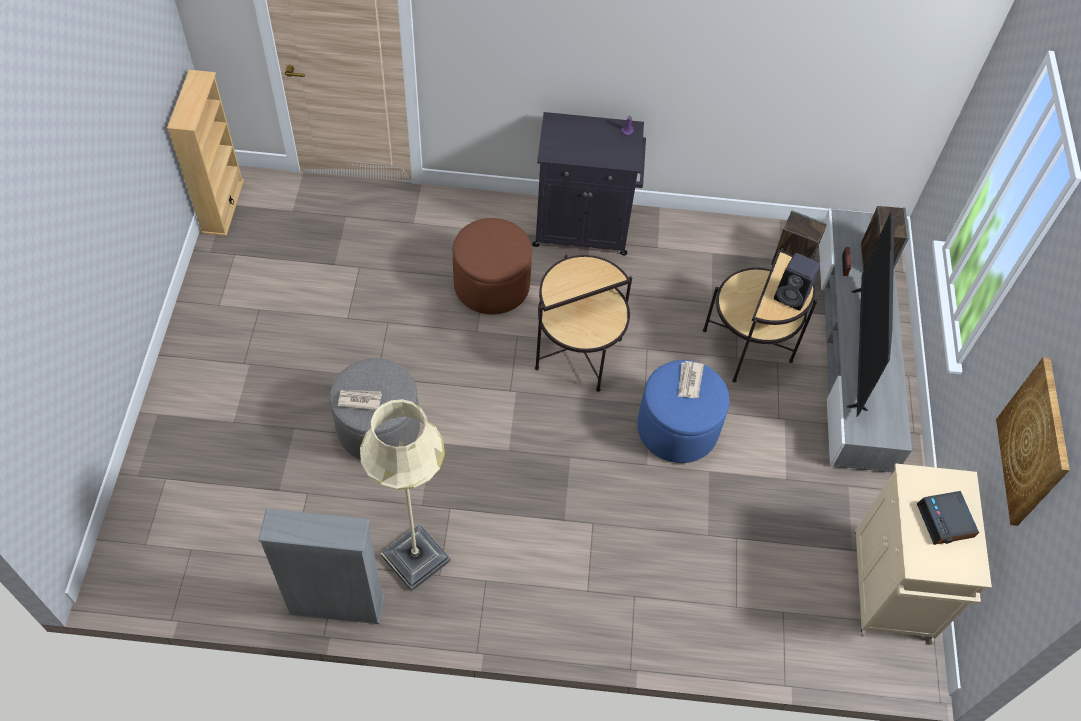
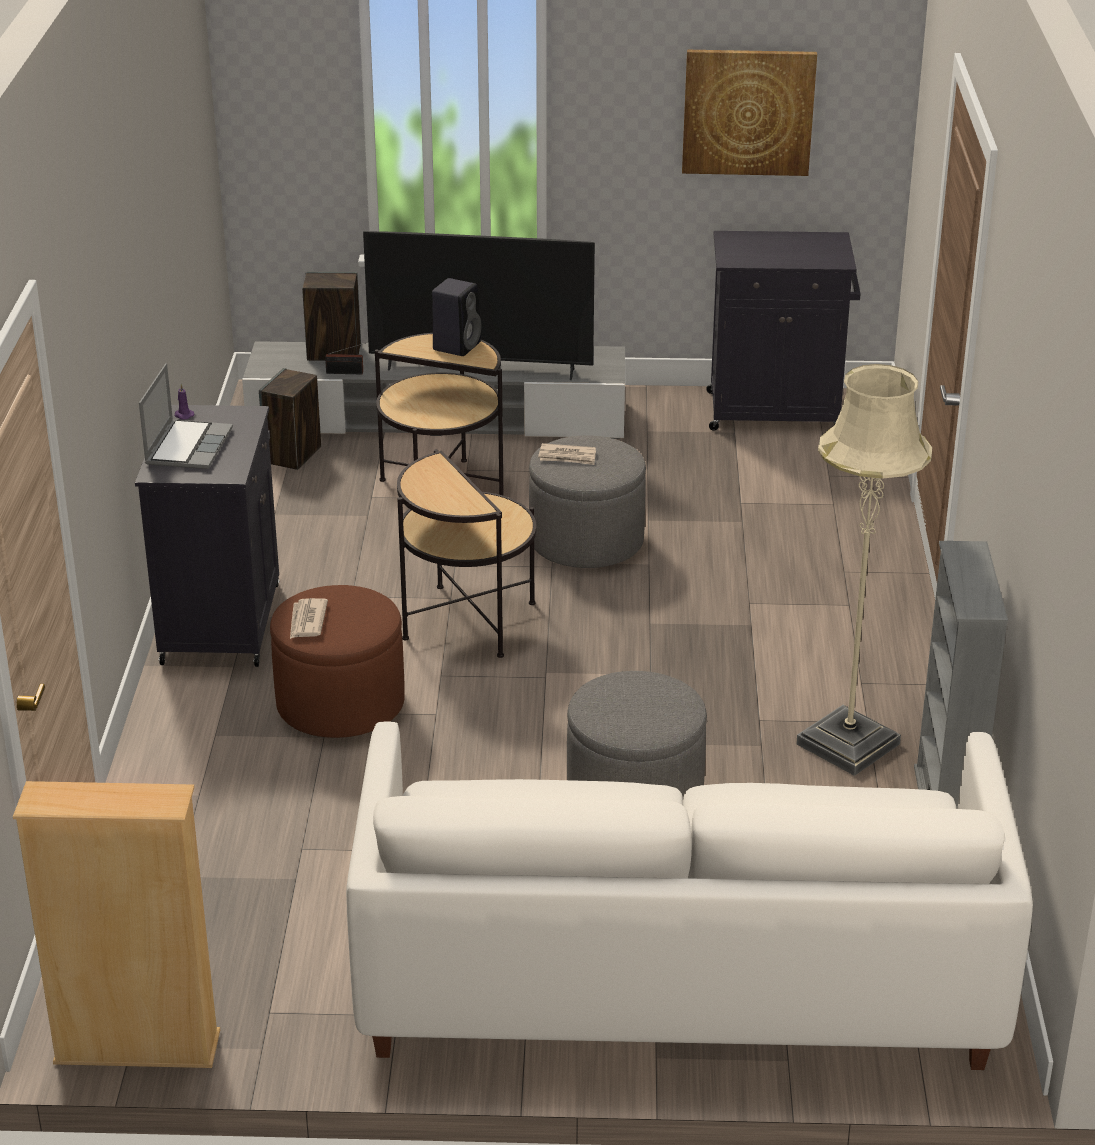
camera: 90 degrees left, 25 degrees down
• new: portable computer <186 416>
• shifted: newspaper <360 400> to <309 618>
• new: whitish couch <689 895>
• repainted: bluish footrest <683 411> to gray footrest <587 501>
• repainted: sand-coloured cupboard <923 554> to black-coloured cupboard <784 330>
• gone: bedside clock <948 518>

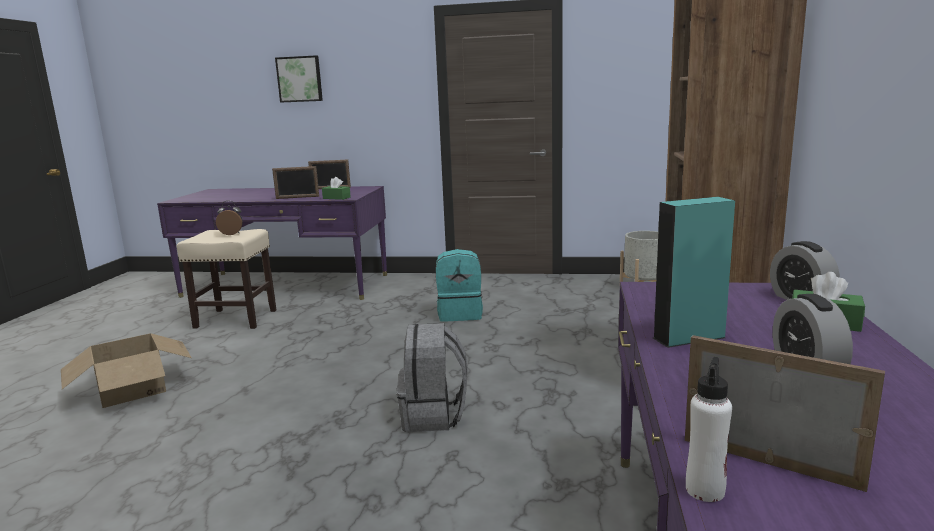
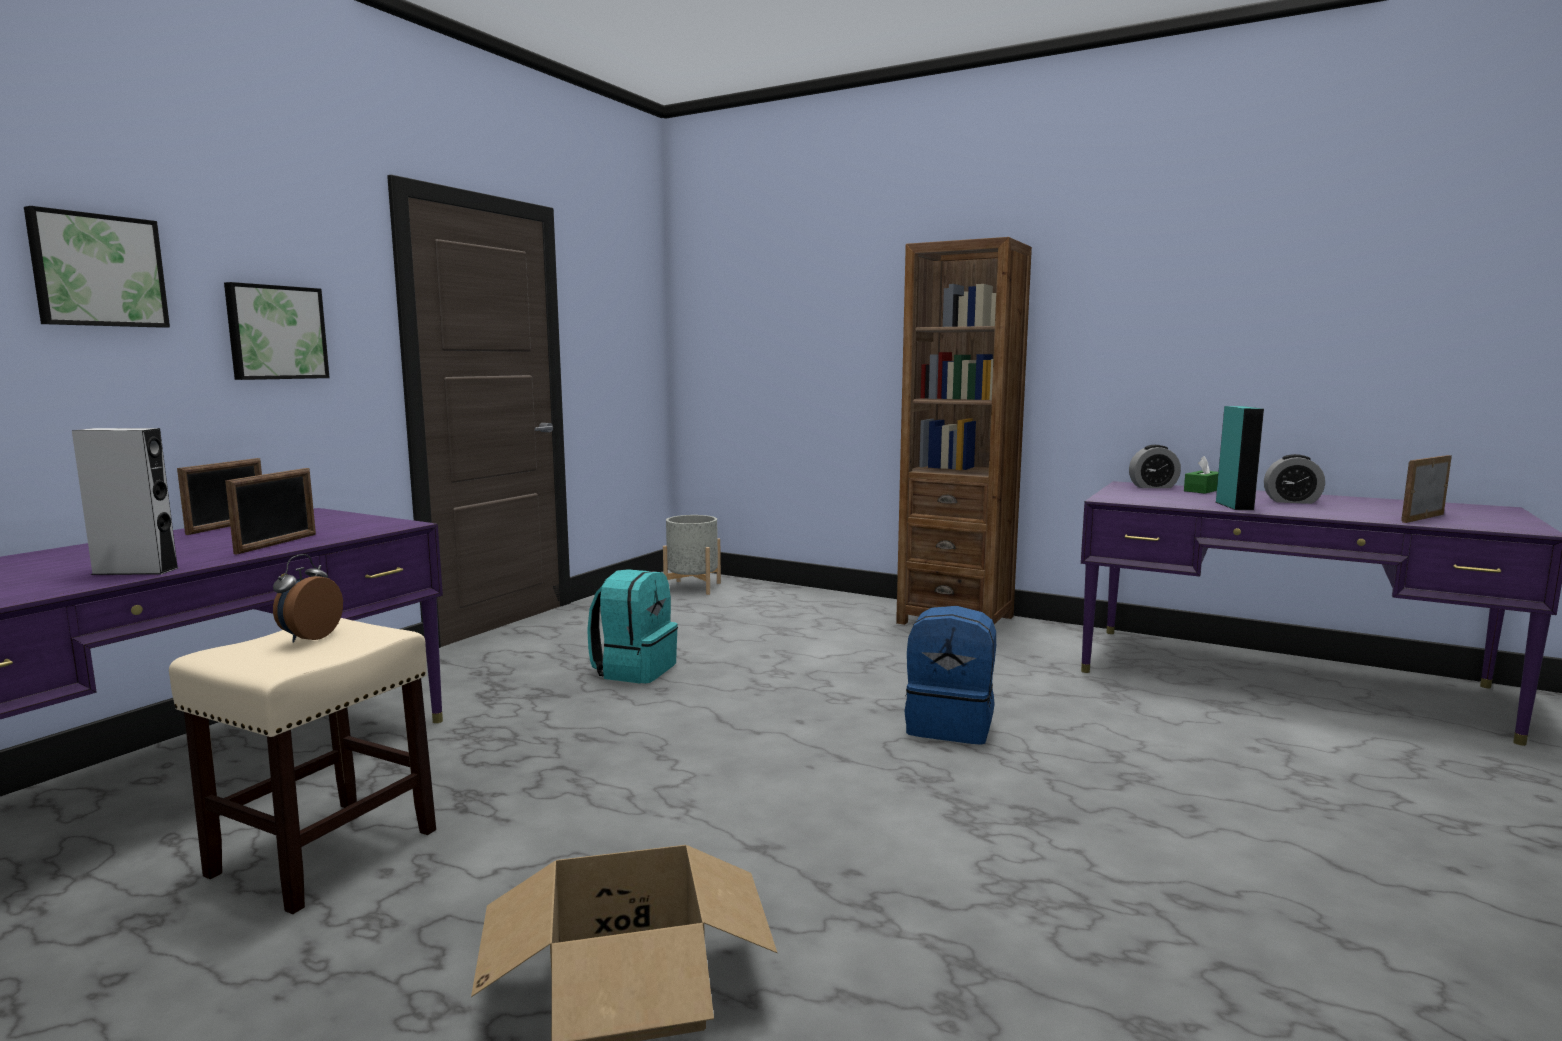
camera: 70 degrees left, 5 degrees down
• new: gray audio speaker <125 501>
• new: wall picture <277 331>
• repainted: gray rucksack <432 377> to bluish rucksack <950 675>
• gone: green-coloured tissue holder <336 188>
• gone: whitish drink bottle <709 429>

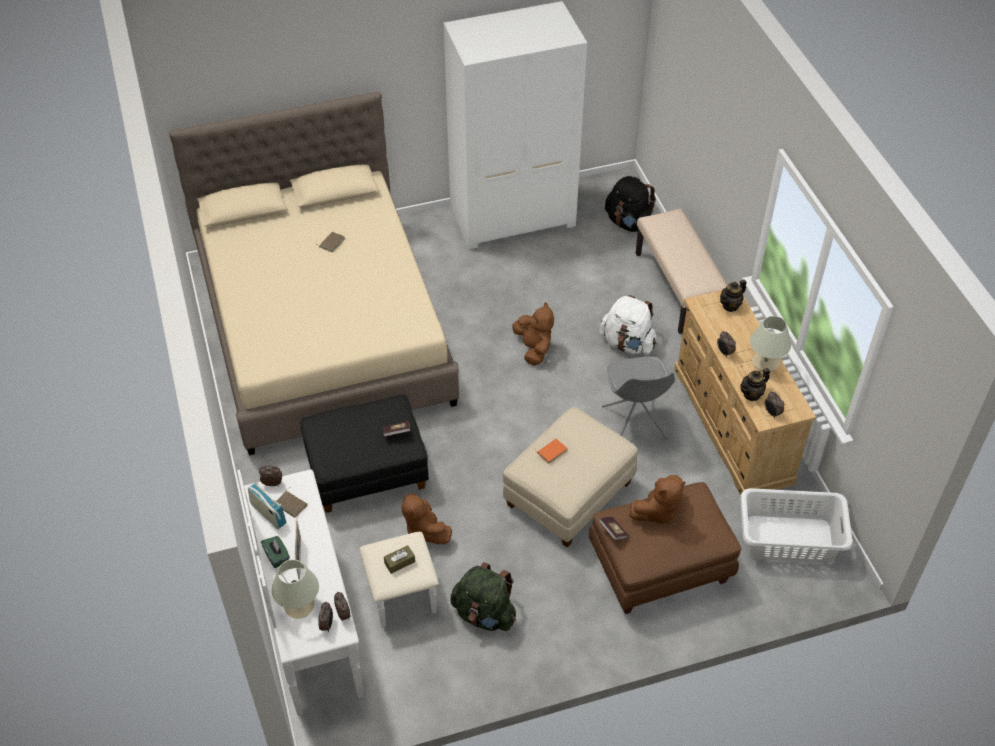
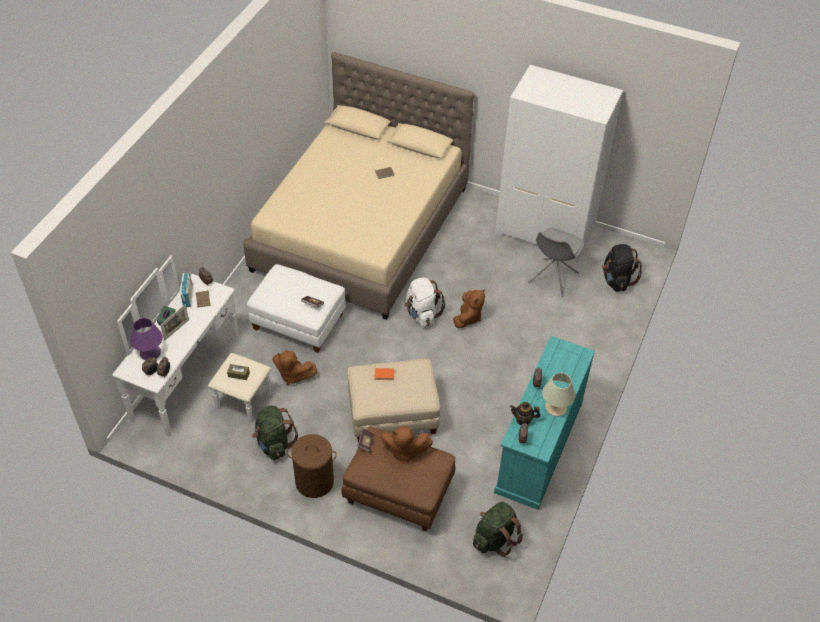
camera: 40 degrees right, 0 degrees up
• repainted: sand-coloured tabletop lamp <295 589> to purple-coloured tabletop lamp <146 339>
• repainted: black-coloured footrest <364 453> to whitish footrest <296 308>
• rotated: brownish plush toy <426 518> = <295 368> 75 degrees counterclockwise
• new: brownish washing basket <312 466>
• shifted: whitish rucksack <628 324> to <425 302>
• swapped: whitish washing basket <796 525> to green-coloured rucksack <498 529>
• repainted: sand-coloured chest of drawers <745 393> to blue-green chest of drawers <544 423>
• shifted: gray plain chair <638 398> to <556 262>
• gone: sand-coloured long seat <681 271>
• gone: teapot <733 295>

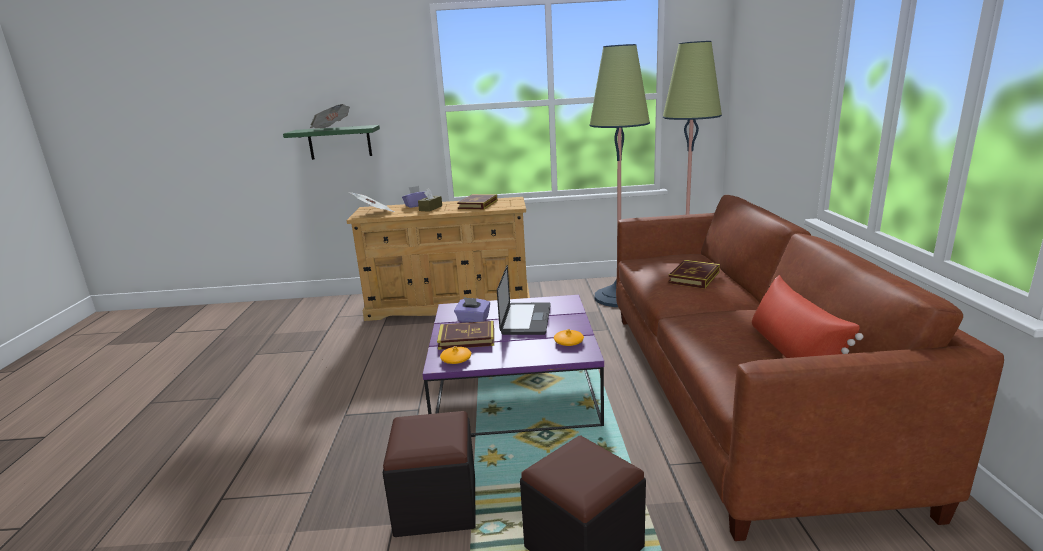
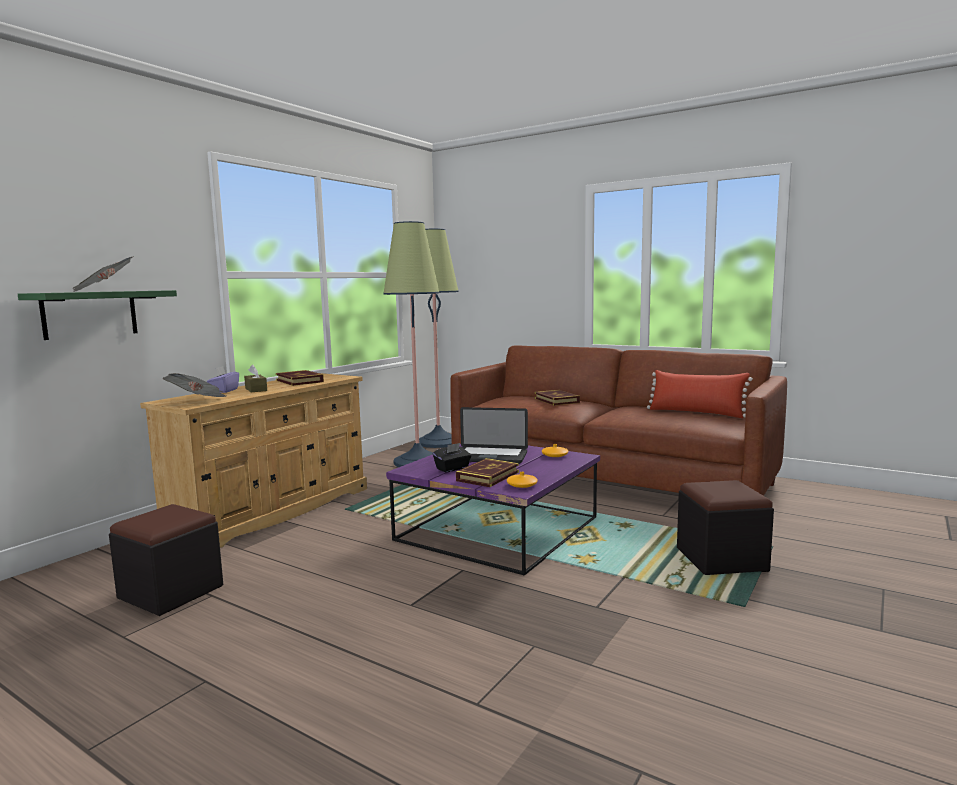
camera: 55 degrees left, 10 degrees down
• shifted: black-coloured footrest <429 474> to <166 560>
• repainted: purple-coloured tissue holder <472 309> to black-coloured tissue holder <452 457>
• rotated: portable computer <524 300> = <494 435> 150 degrees clockwise

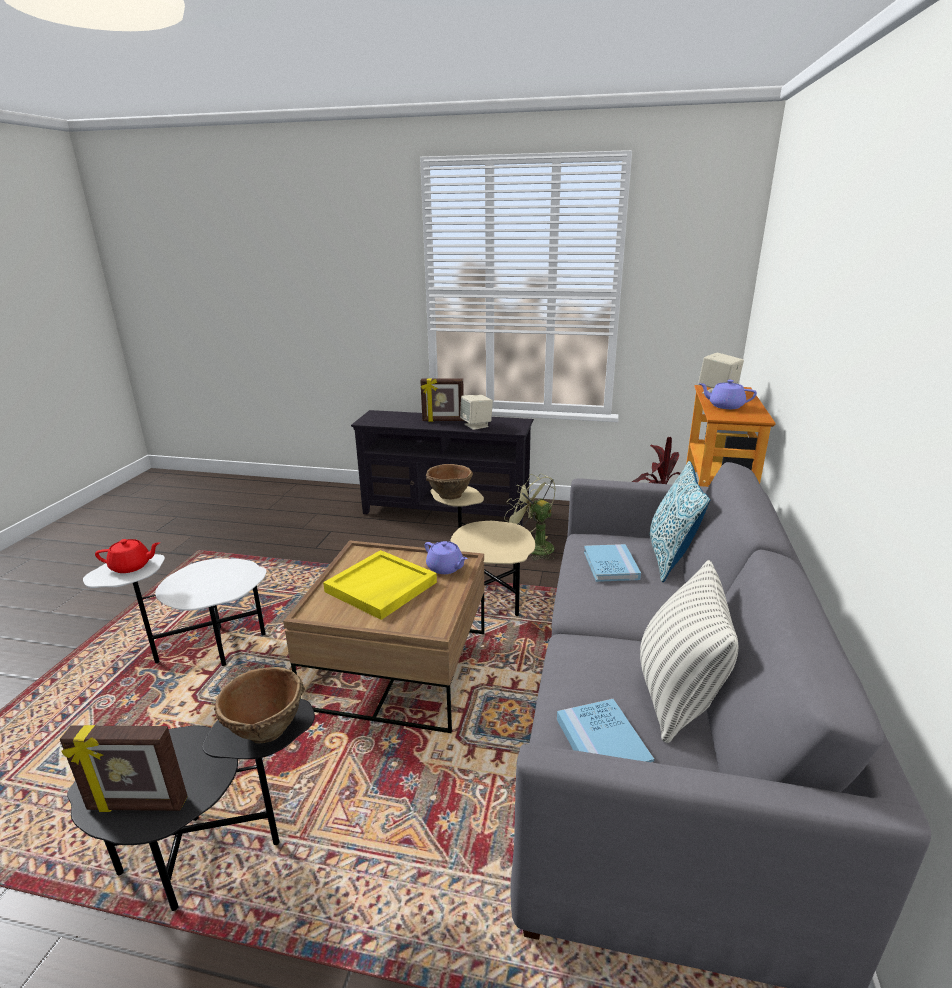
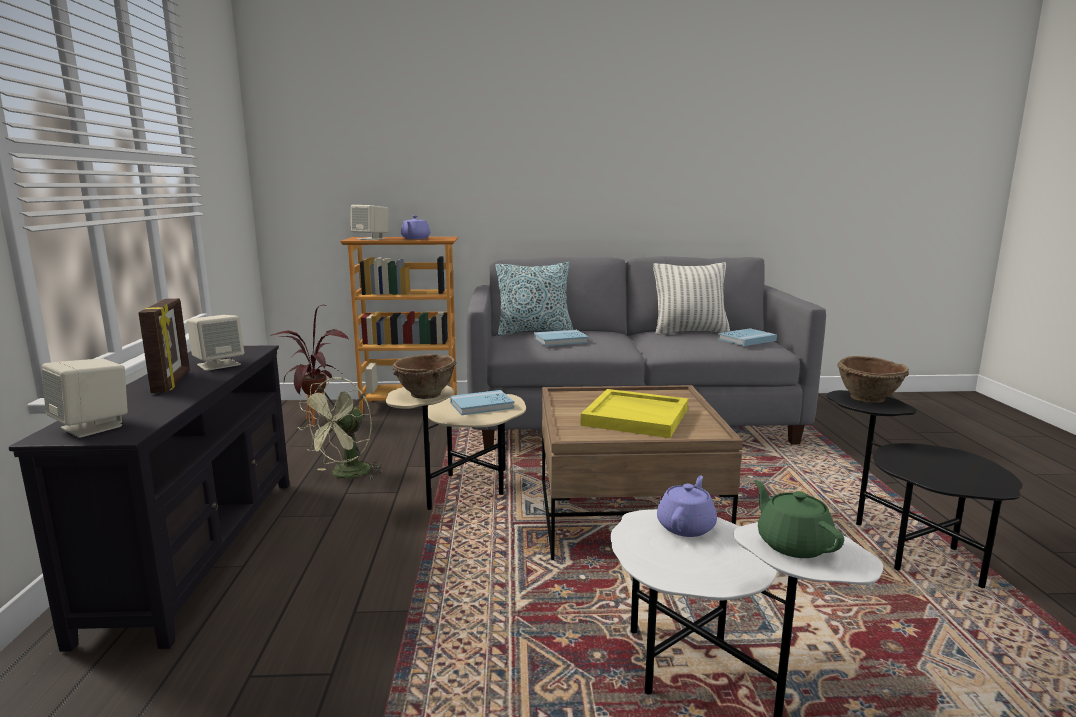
camera: 105 degrees left, 10 degrees down
• new: sand-coloured audio speaker <85 398>
• new: bluish book <482 402>
• shifted: purple-coloured teapot <446 557> to <687 506>
• repainted: red-coloured teapot <127 556> to green-coloured teapot <799 519>
• gone: picture frame <123 768>

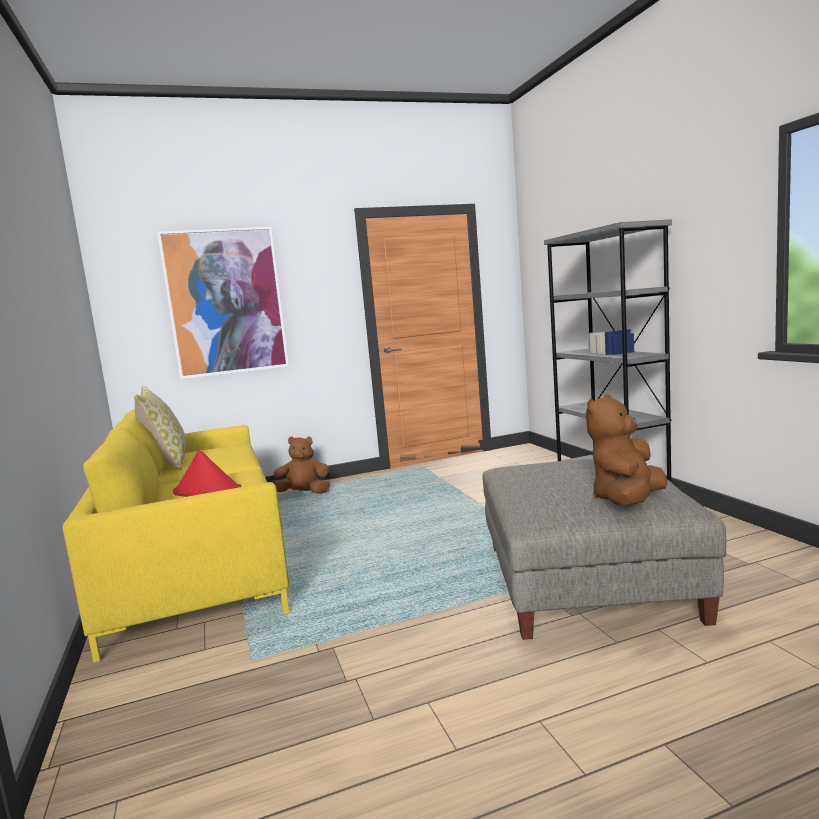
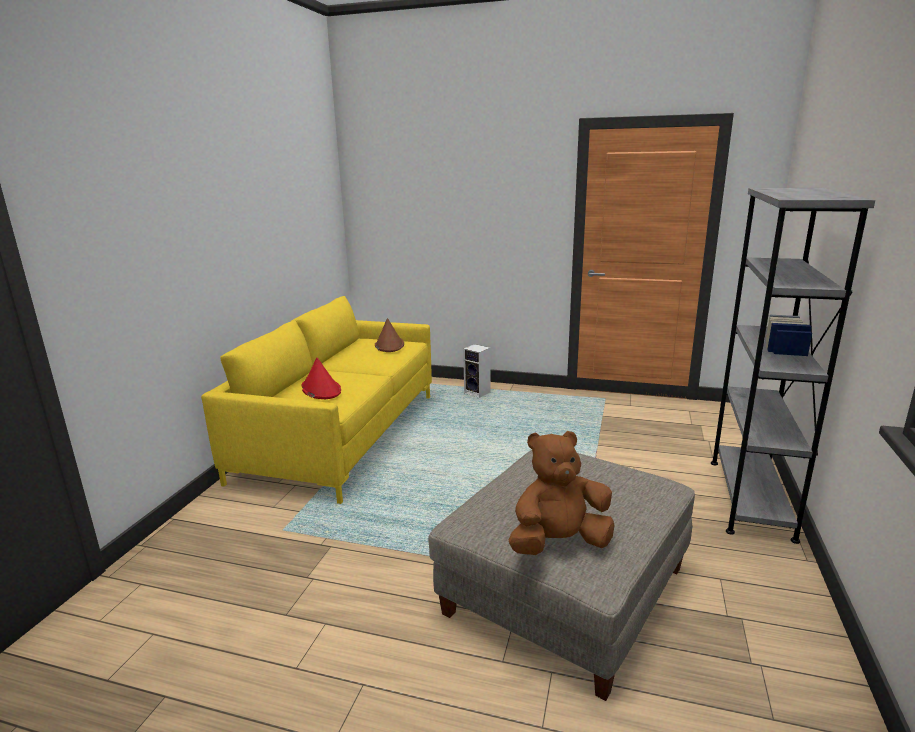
camera: 35 degrees right, 10 degrees up
• new: brownish wearable hat <389 335>
• swapped: brownish plush toy <301 465> to audio speaker <476 371>
• gone: pillow <160 428>
• gone: wall picture <223 303>

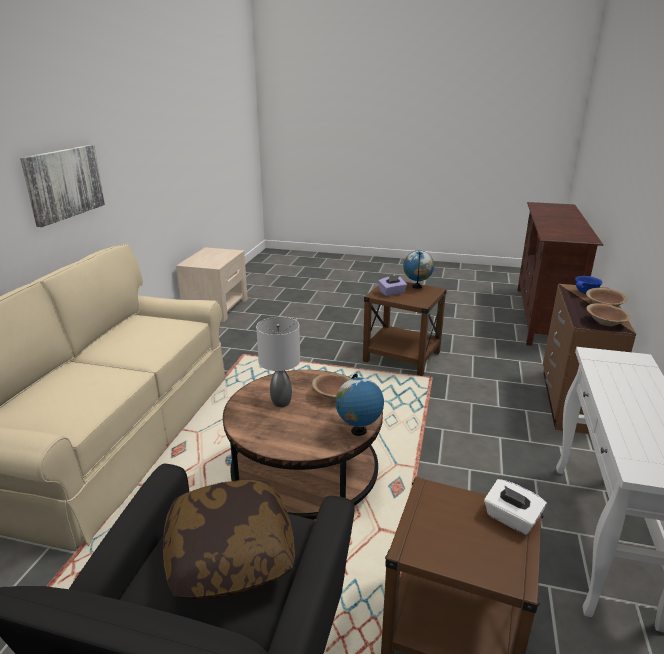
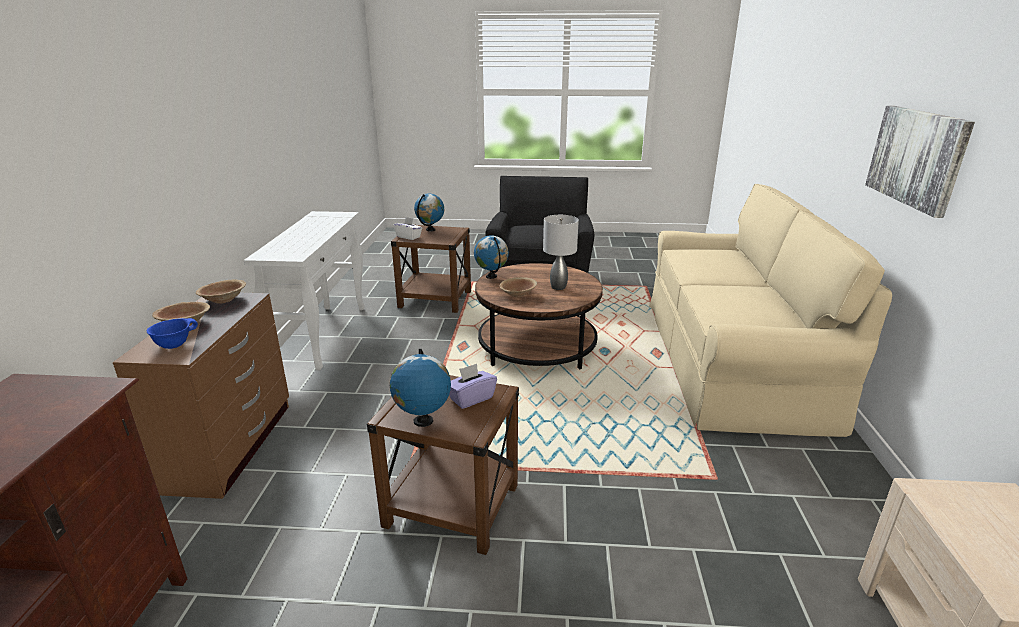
camera: 170 degrees right, 0 degrees up
• new: desk globe <429 212>
• gone: pillow <229 539>

